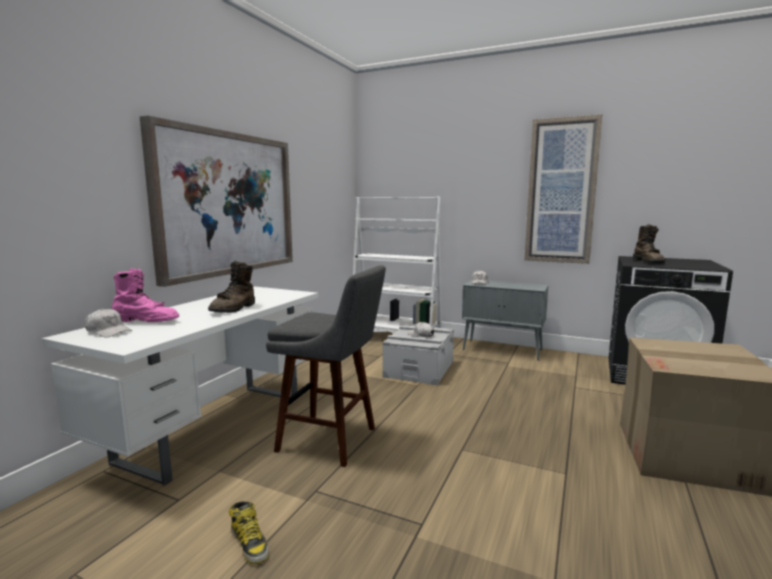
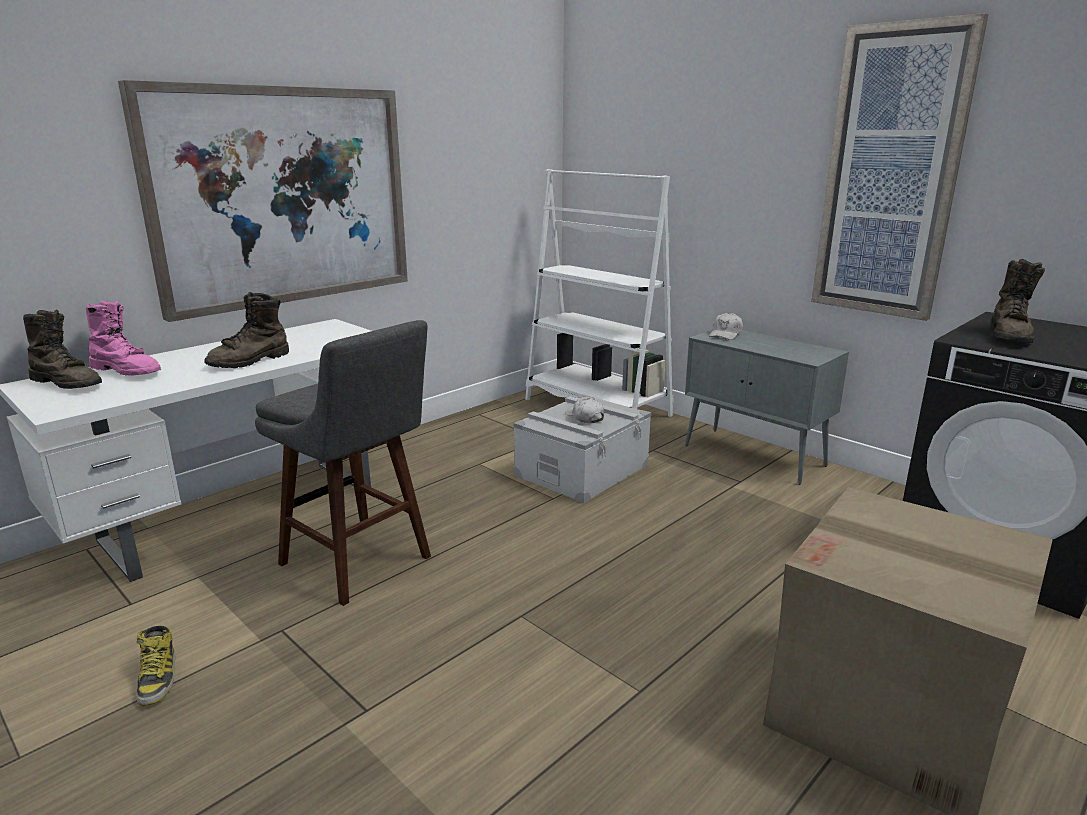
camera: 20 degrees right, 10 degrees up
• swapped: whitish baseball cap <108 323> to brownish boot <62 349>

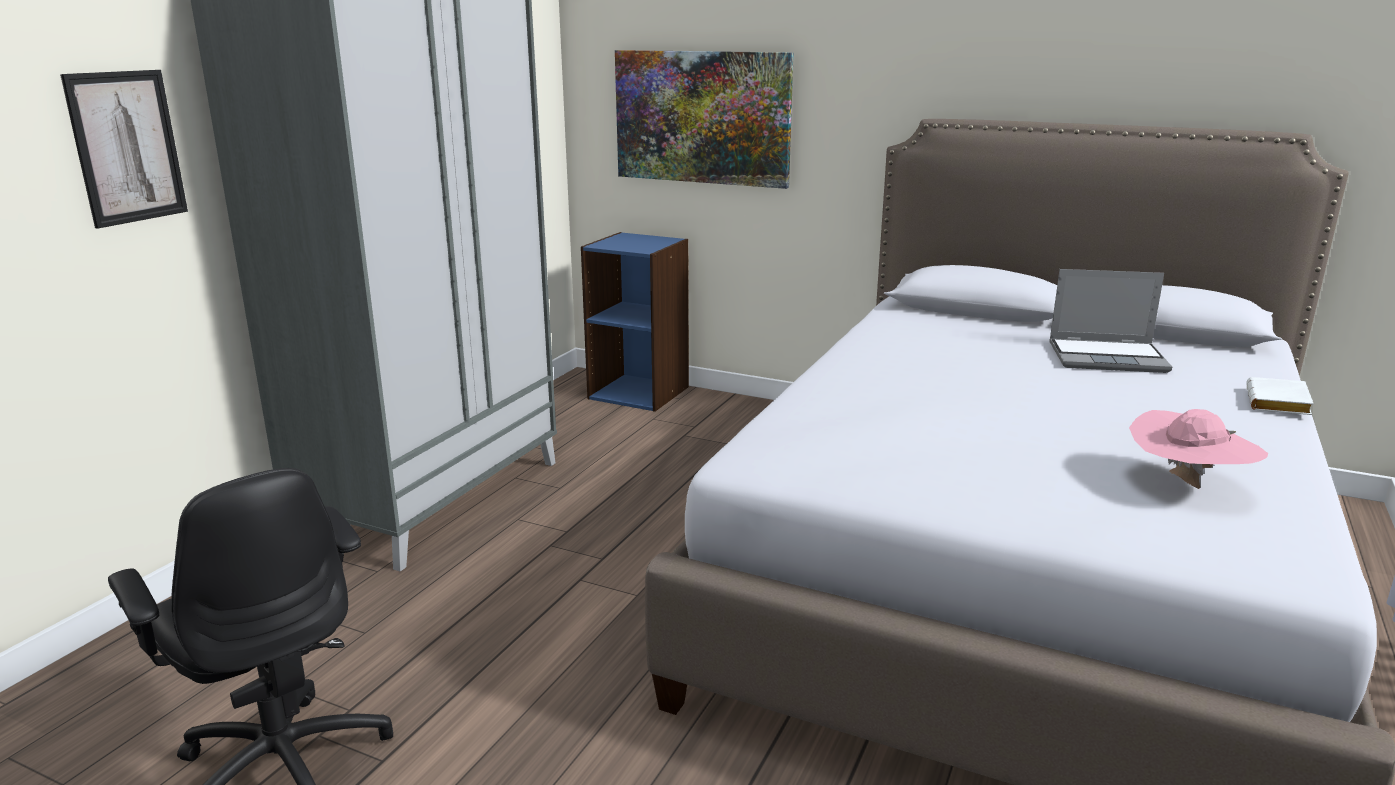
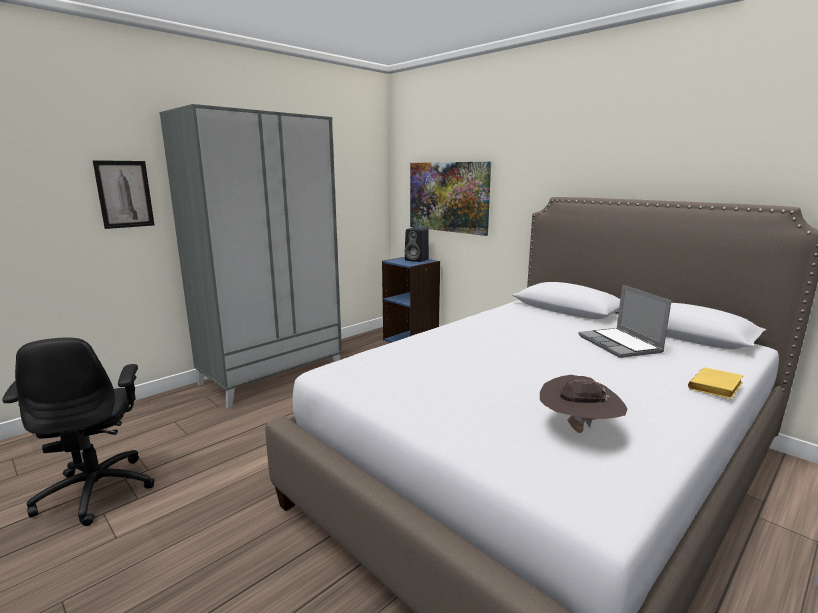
camera: 20 degrees right, 5 degrees down
• new: black-coloured audio speaker <417 244>
• repainted: pink wearable hat <1198 449> to brownish wearable hat <583 404>
• rotated: portable computer <1110 321> = <625 321> 45 degrees clockwise
• repainted: whitish book <1280 396> to yellow book <716 383>

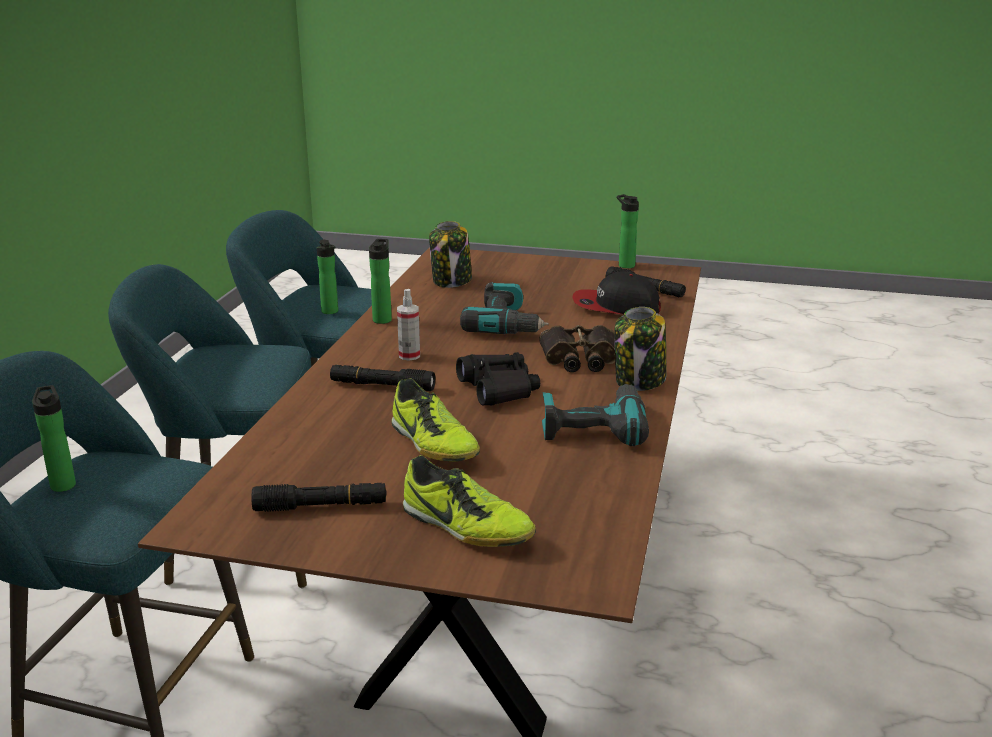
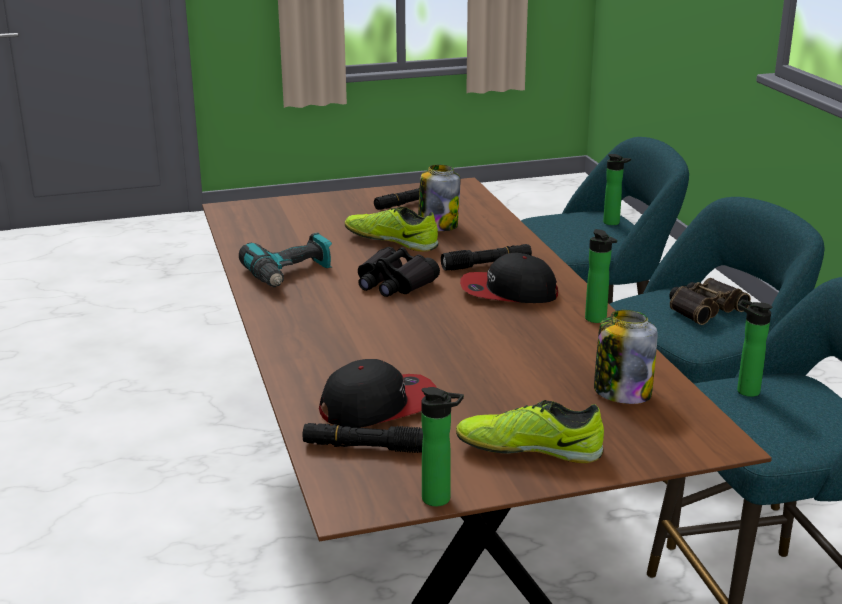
camera: 150 degrees right, 0 degrees up
• shifted: jar <640 349> to <439 198>
• shifted: shoe <469 501> to <530 431>
• swapped: hand sprayer <408 325> to baseball cap <509 278>
• shifted: binoculars <577 348> to <710 301>
• gone: electric drill <504 308>

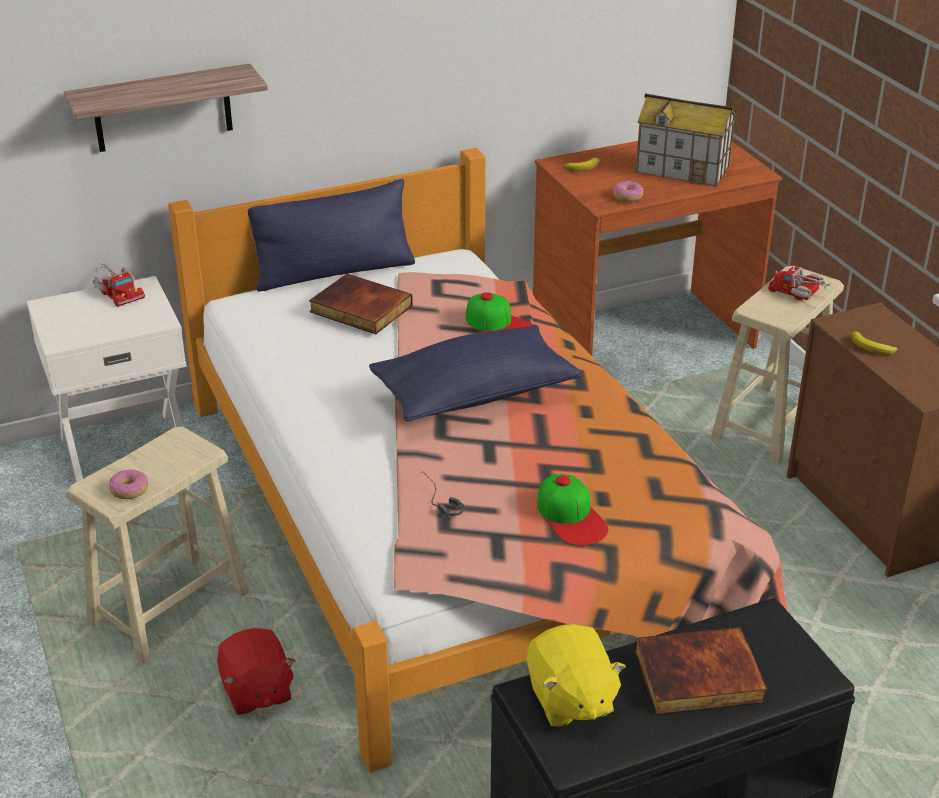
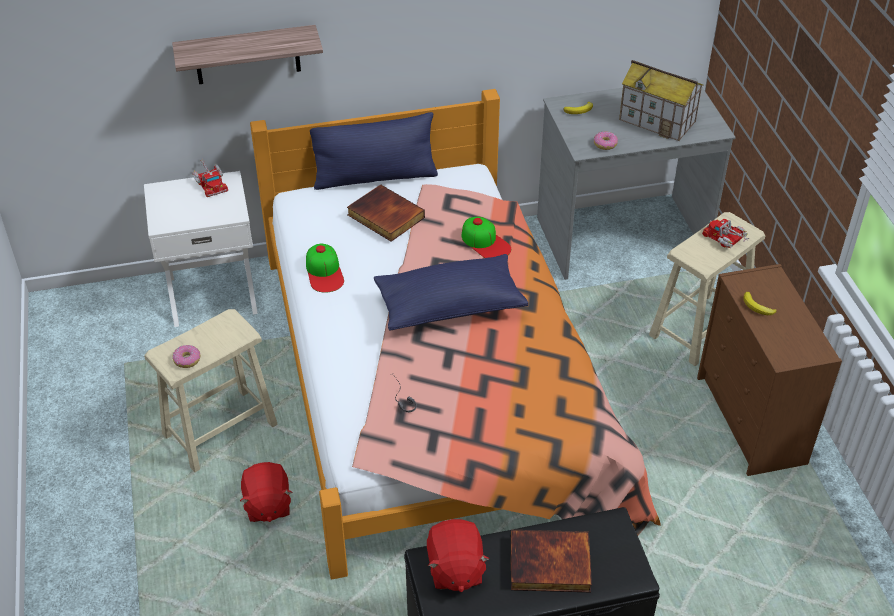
camera: 10 degrees right, 10 degrees up
• shifted: baseball cap <572 510> to <325 268>
• repainted: yellow plush toy <576 675> to red-coloured plush toy <458 555>
• repainted: brownish desk unit <657 248> to gray desk unit <636 179>

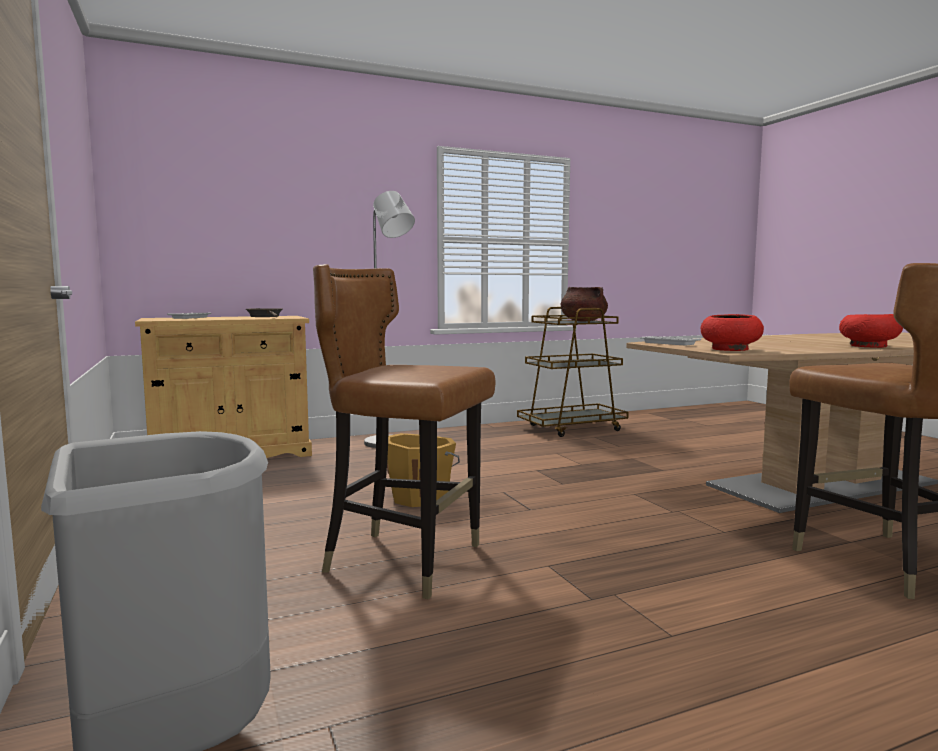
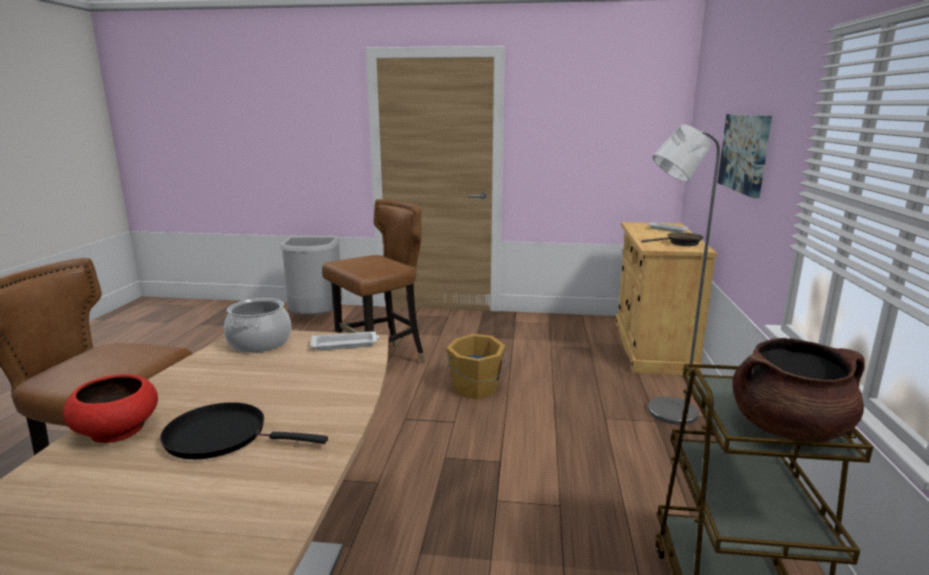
camera: 120 degrees right, 10 degrees up
• new: black-coloured skillet <244 430>
• swapped: red-coloured serving bowl <732 332> to stockpot <257 325>
• new: wall picture <744 156>

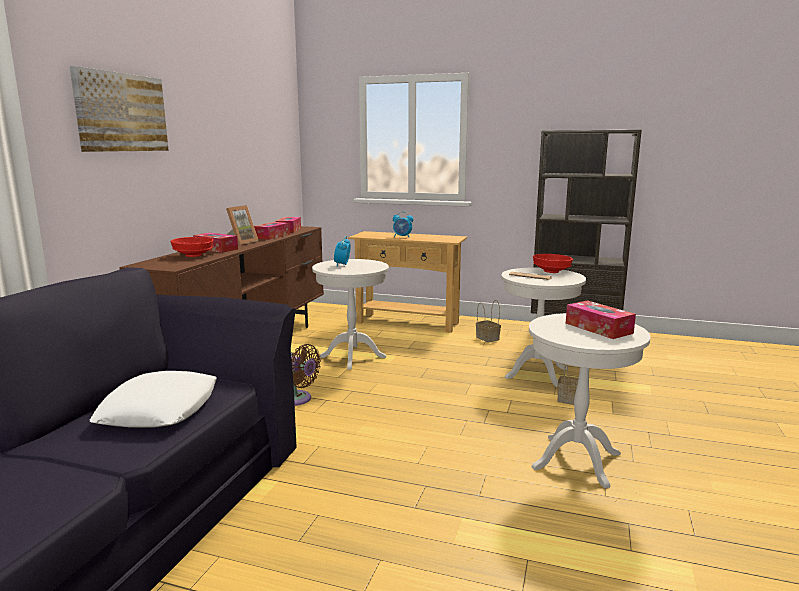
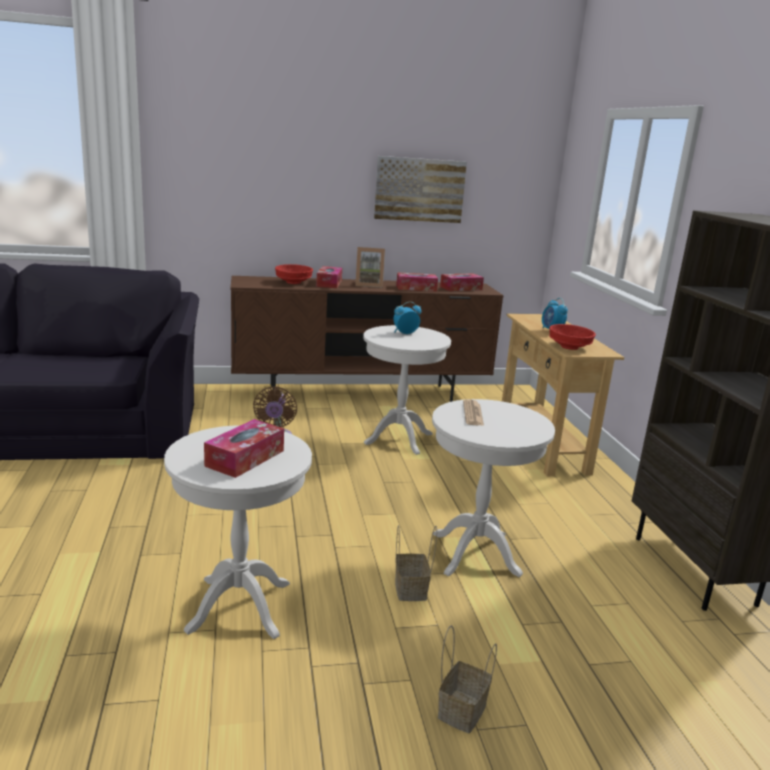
camera: 60 degrees right, 5 degrees up
• shifted: wall picture <119 109> to <420 189>
• shifted: household basket <488 321> to <467 679>
• shifted: red-coloured serving bowl <553 263> to <572 337>
• gone: whitish pillow <153 399>

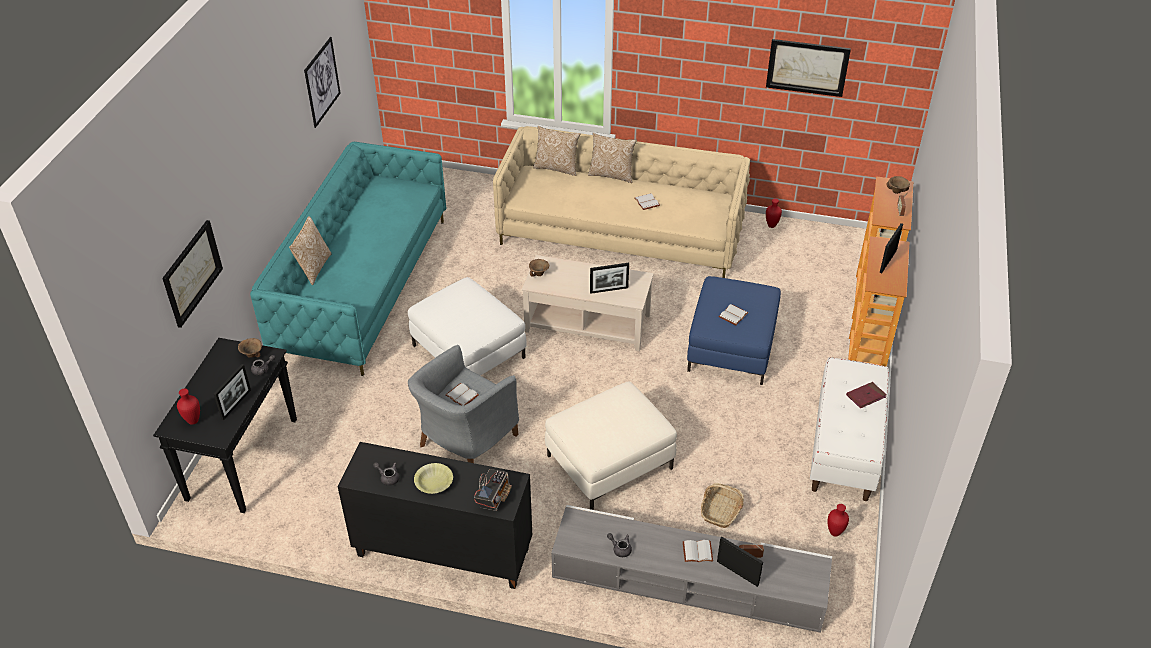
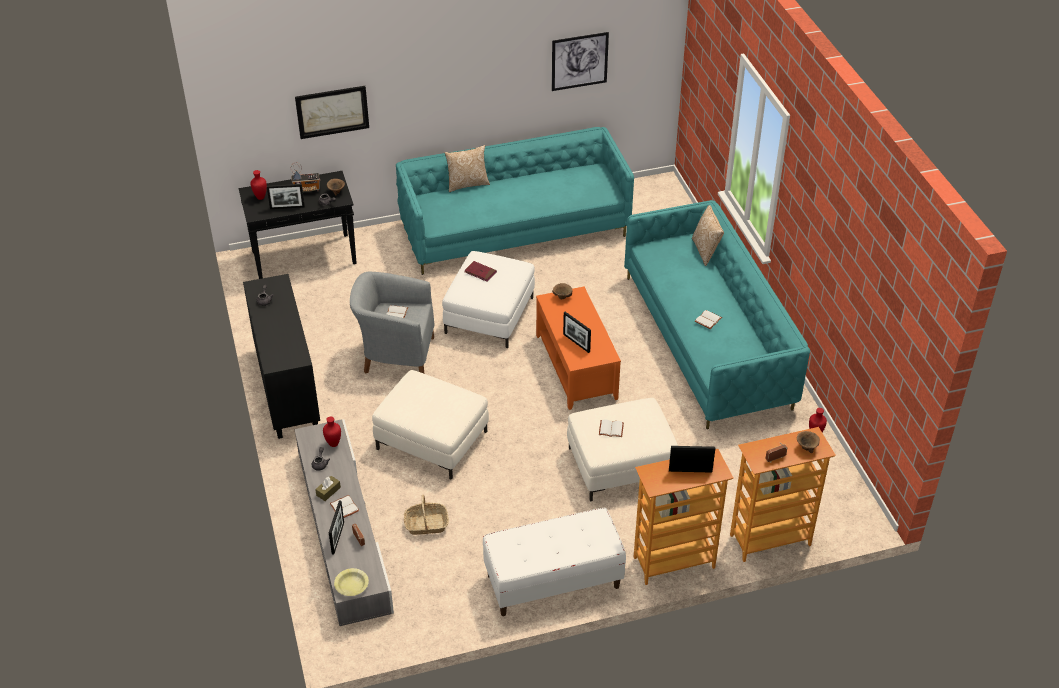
camera: 60 degrees right, 0 degrees up
• shifted: radio <493 490> to <305 177>
• new: brownish tissue holder <328 488>
• shifted: red-coloured vase <838 520> to <332 431>
• shifted: yellow serving bowl <433 478> to <351 582>
• shifted: red-coloured book <866 395> to <481 271>
• repainted: sand-coloured coffee table <588 303> to orange coffee table <578 348>
• repainted: bluish footrest <734 330> to whitish footrest <622 449>
• repainted: sand-coloured couch <621 202> to blue-green couch <717 314>
• gone: pillow <612 158>
• gone: wall picture <808 68>

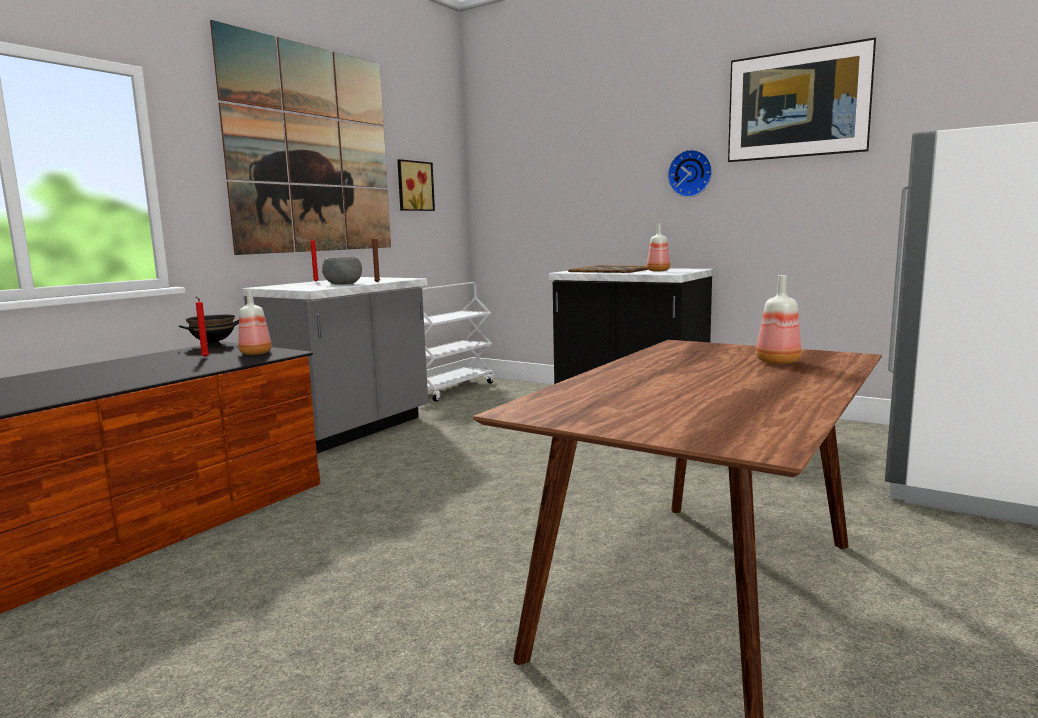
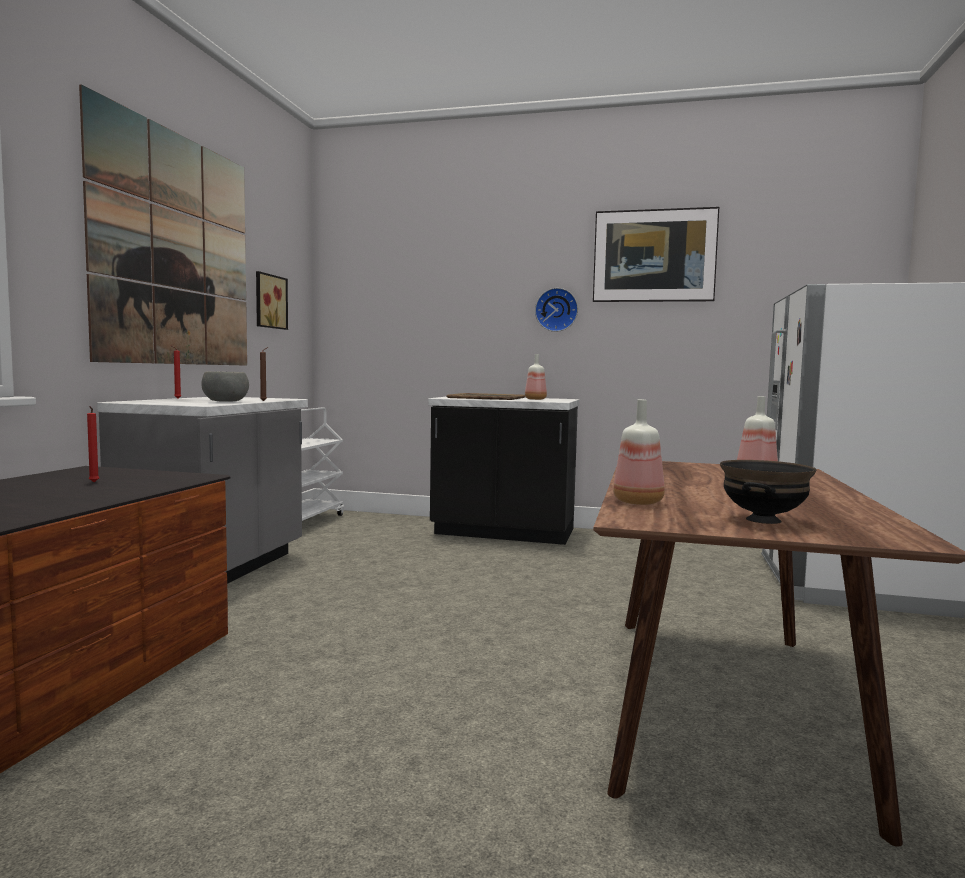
camera: 20 degrees left, 5 degrees down
• shifted: drink bottle <255 322> to <639 452>
• shifted: black-coloured serving bowl <209 331> to <768 492>

